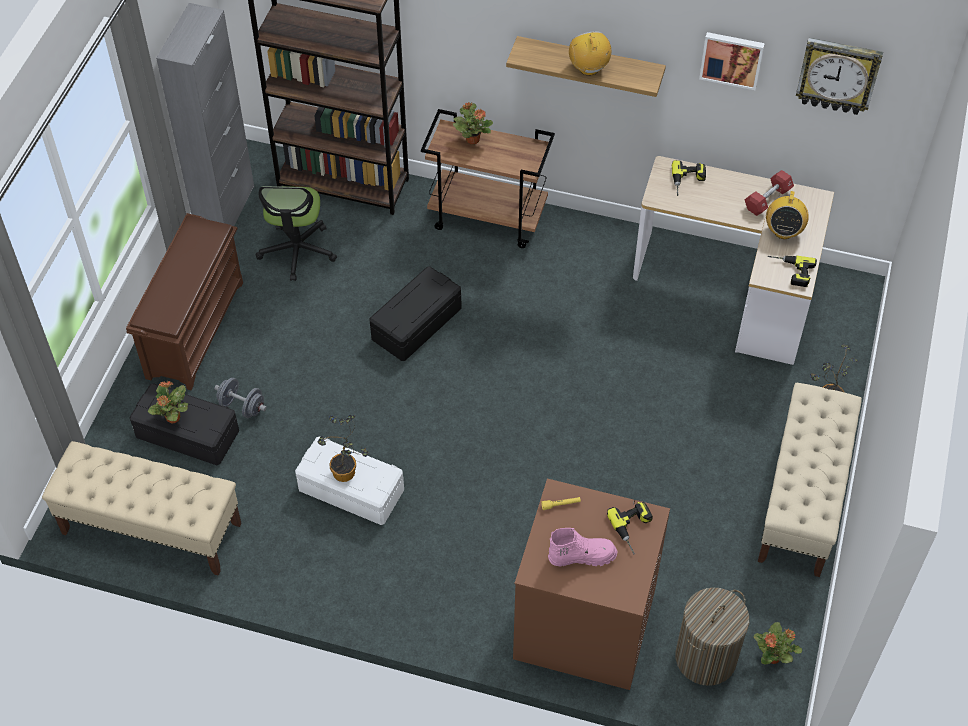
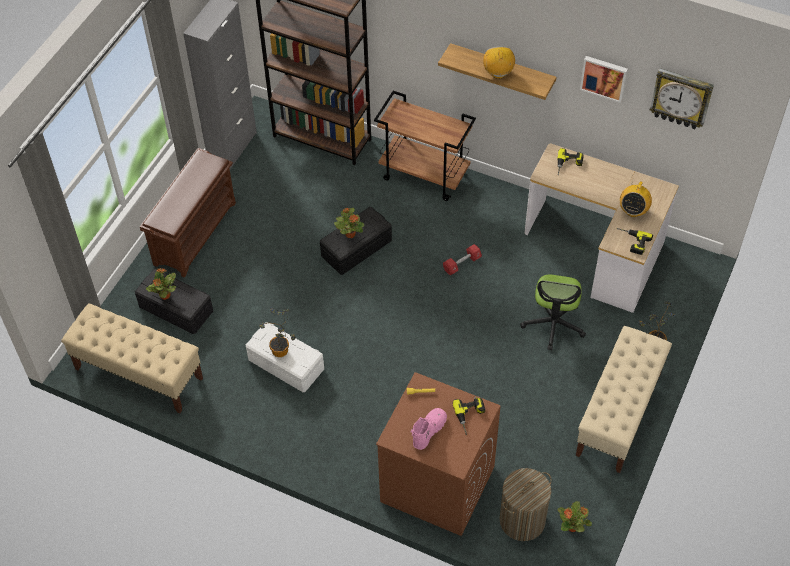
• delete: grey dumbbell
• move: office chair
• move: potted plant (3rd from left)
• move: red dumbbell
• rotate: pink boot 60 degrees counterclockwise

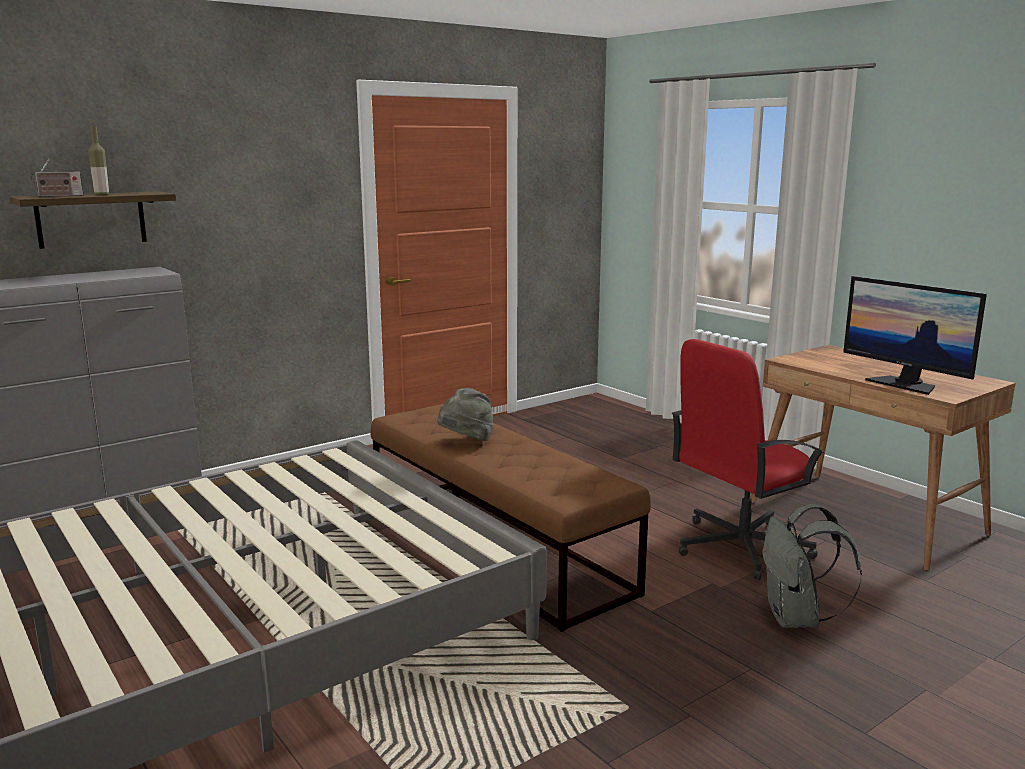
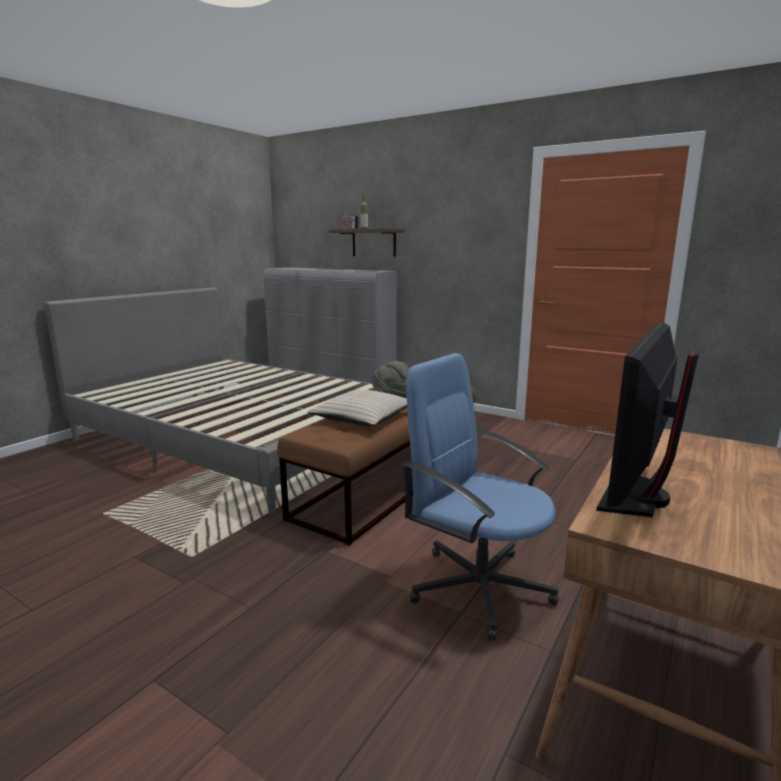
• delete: grey backpack
• insert: beige pillow
• recolor: red office chair to blue office chair

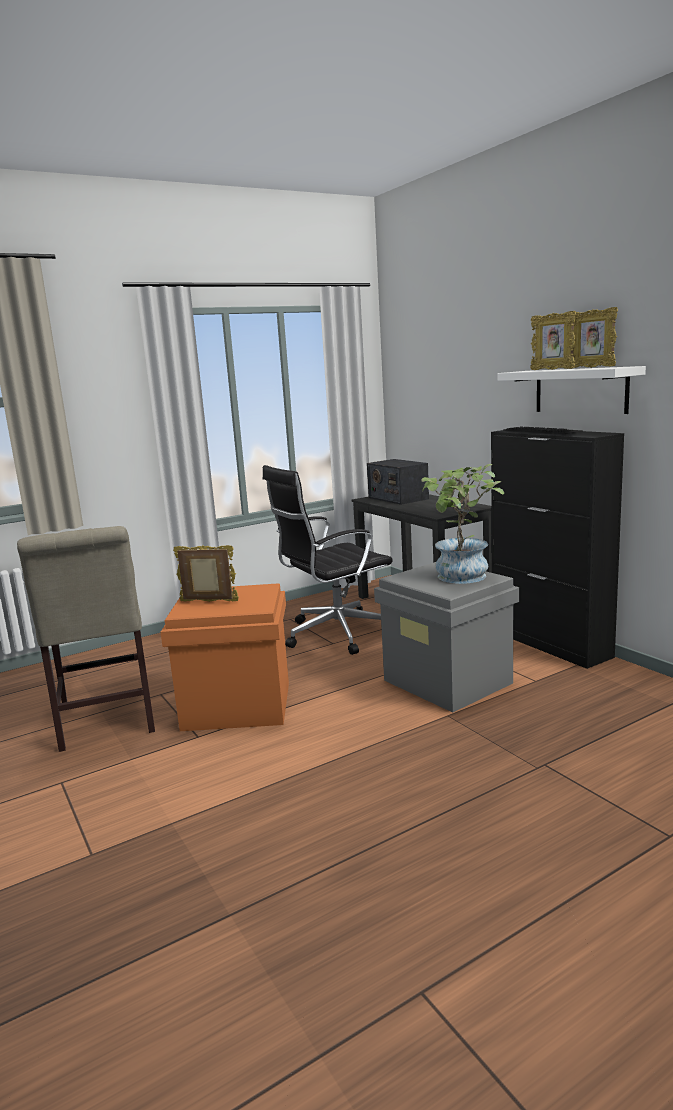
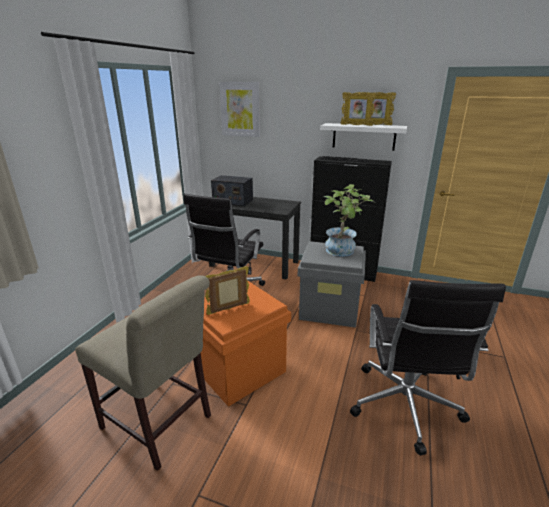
• insert: picture
• insert: black office chair (2nd from left)

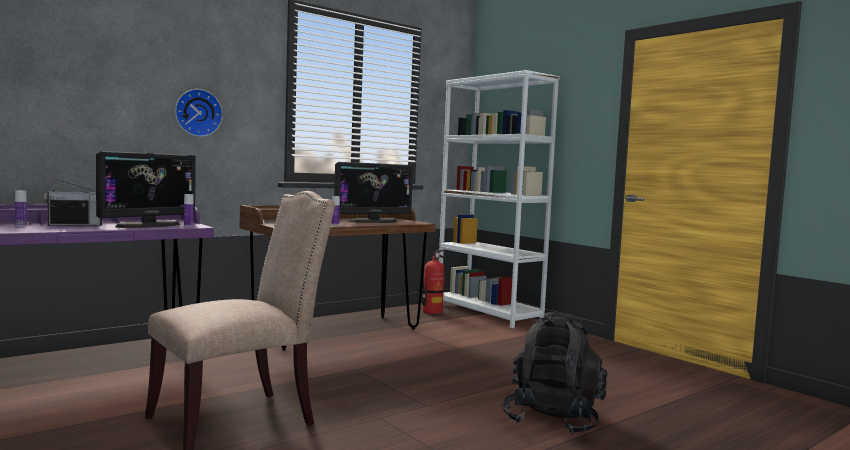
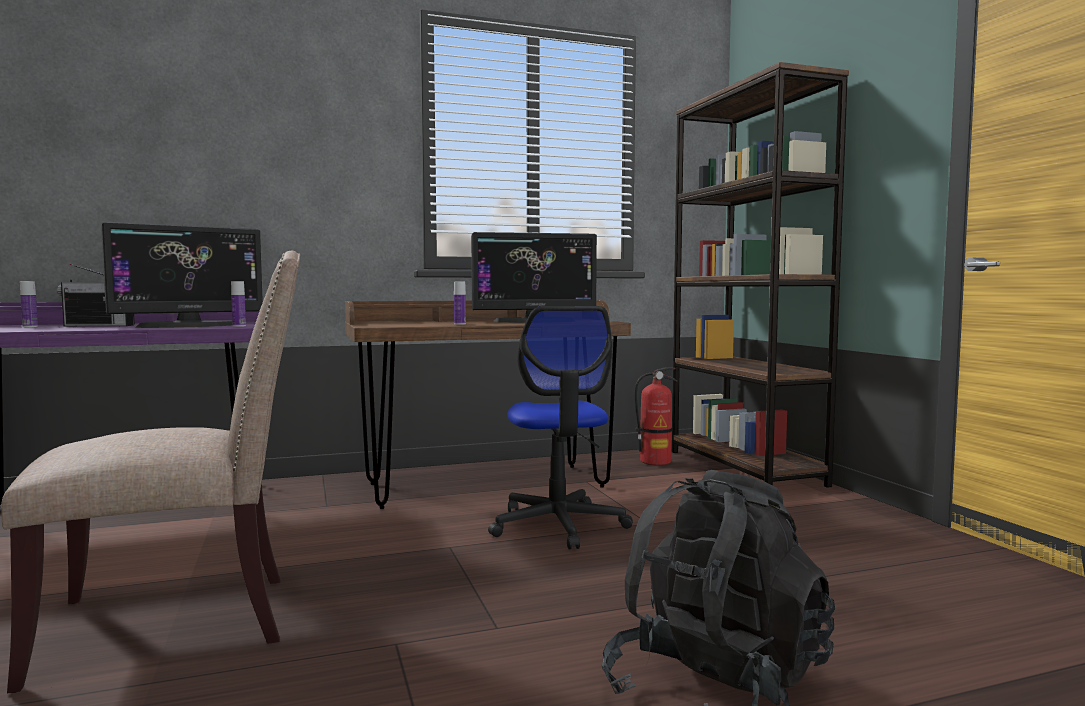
• delete: wall clock
• insert: office chair
• recolor: white bookcase to brown bookcase

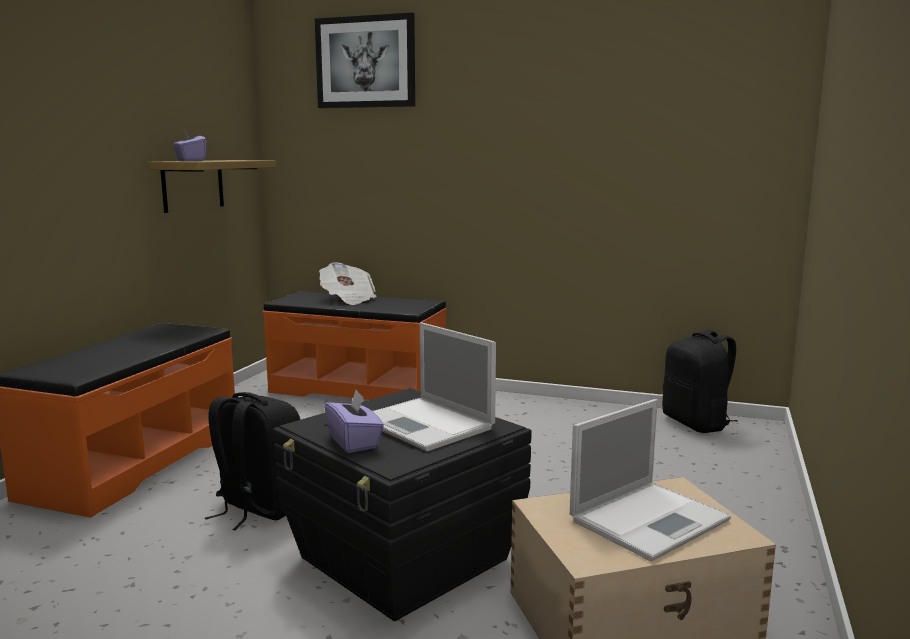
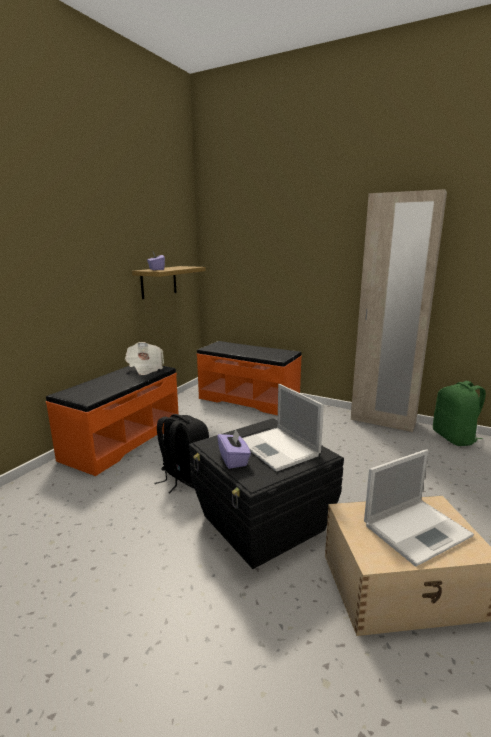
• delete: picture
• insert: beige wardrobe
• move: newspaper
• recolor: black backpack (2nd from left) to green backpack

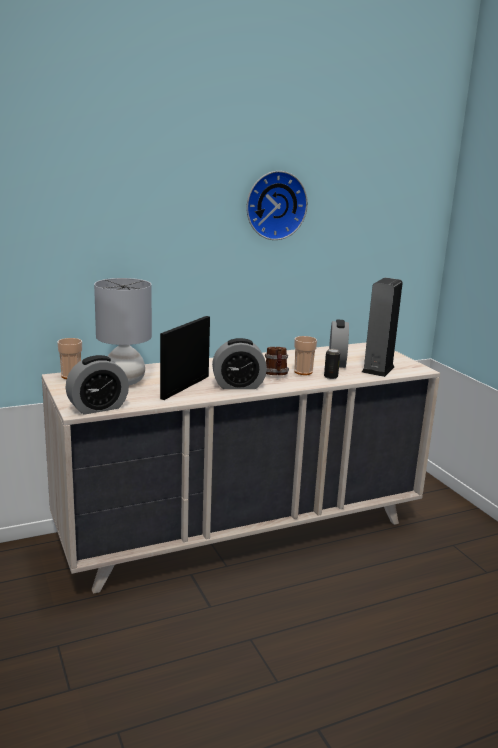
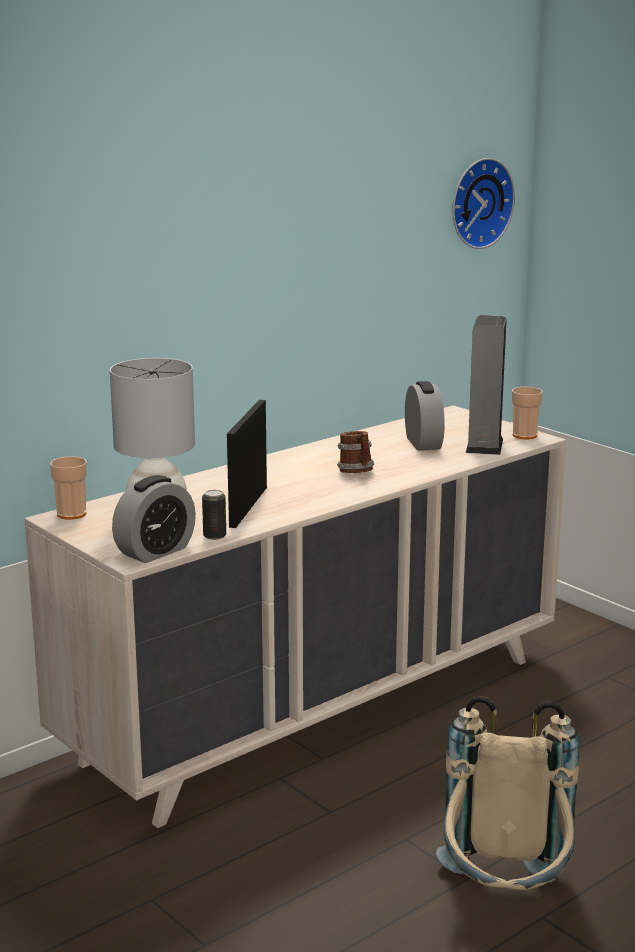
• delete: alarm clock (2nd from left)
• insert: beige backpack
• move: wall clock
• move: cup (2nd from left)
• move: can

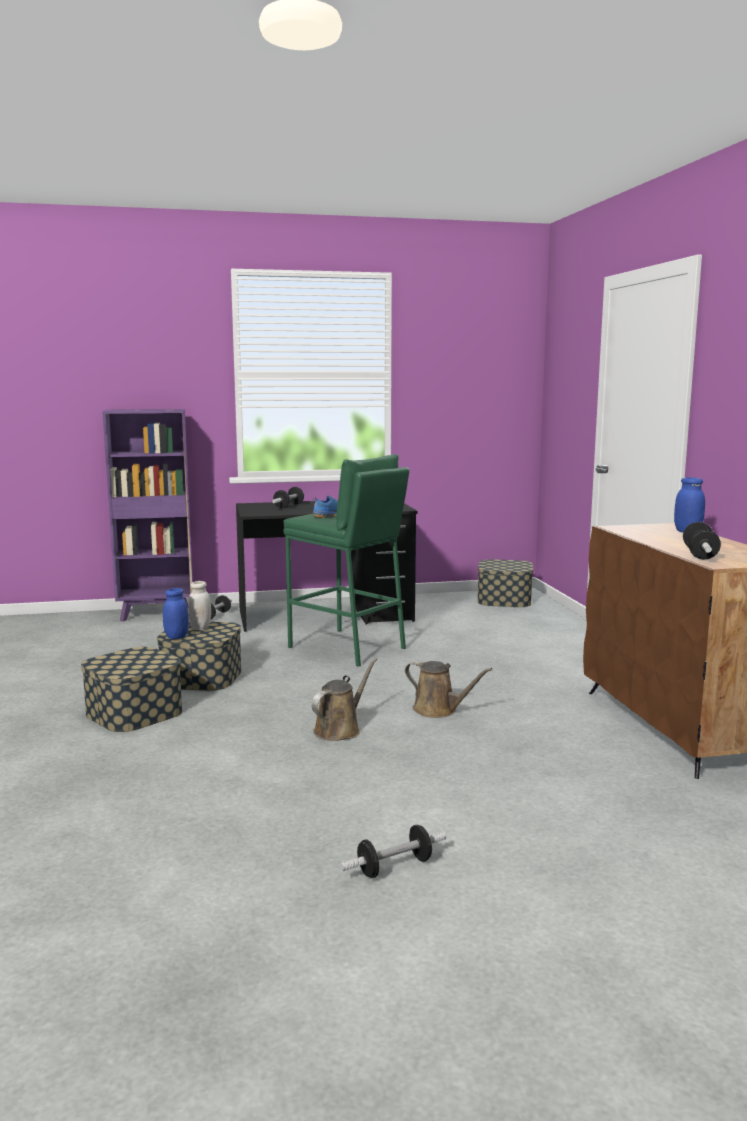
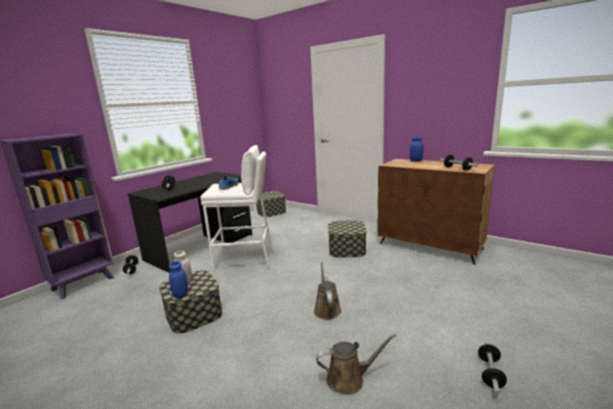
• move: storage box (1st from left in the first image) to storage box (3rd from left)
• move: brown watering can (2nd from left)
• recolor: green stool to white stool

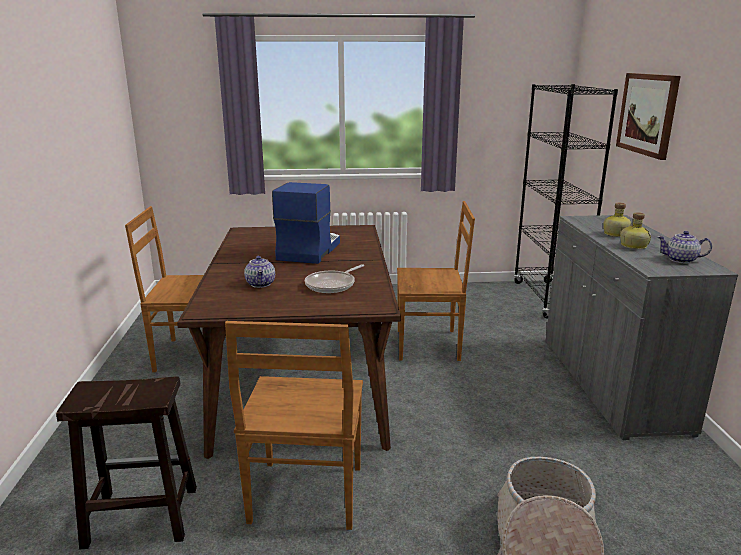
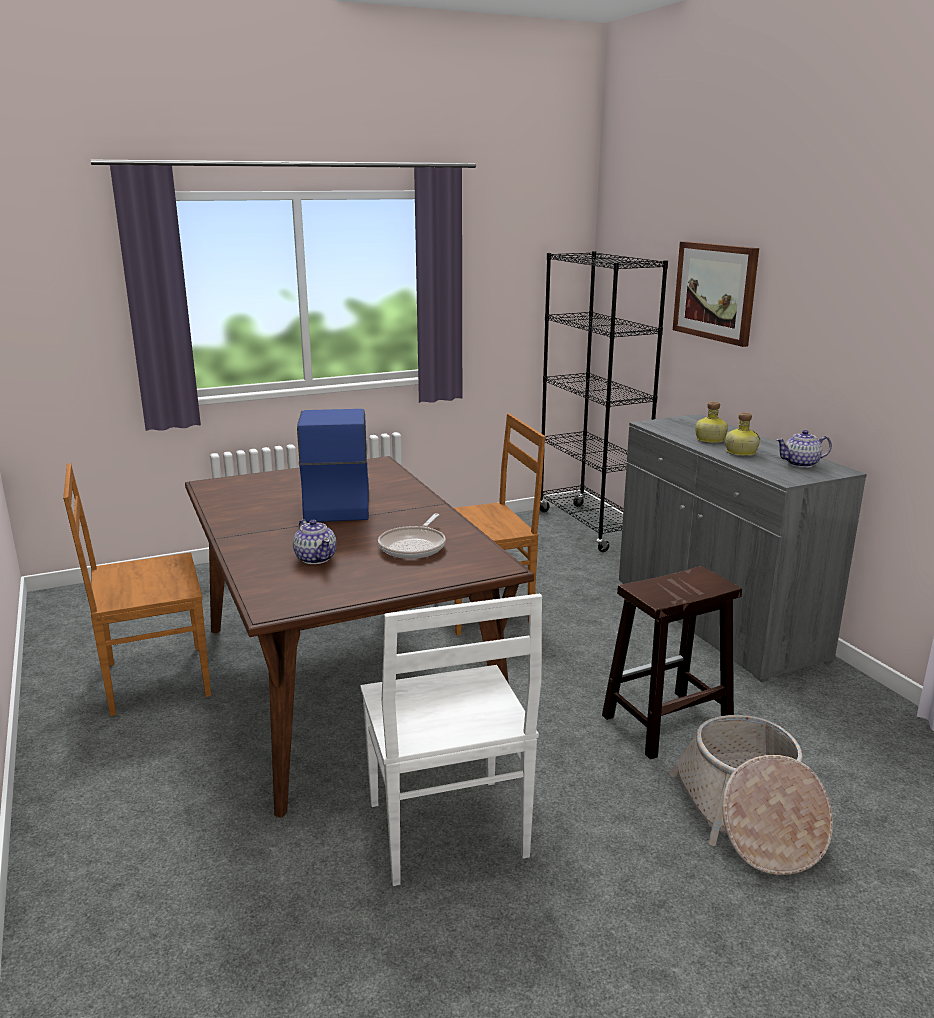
• move: brown stool
• recolor: brown chair (2nd from left) to white chair

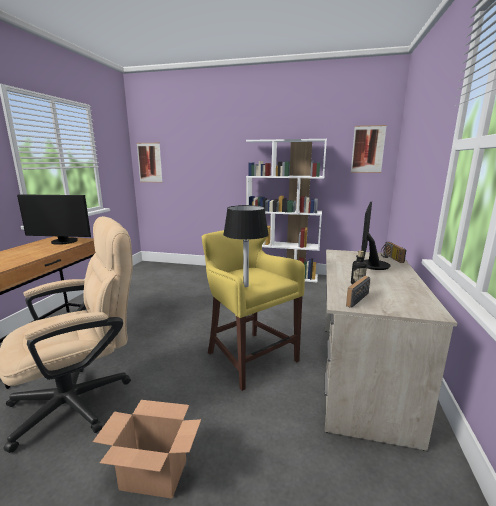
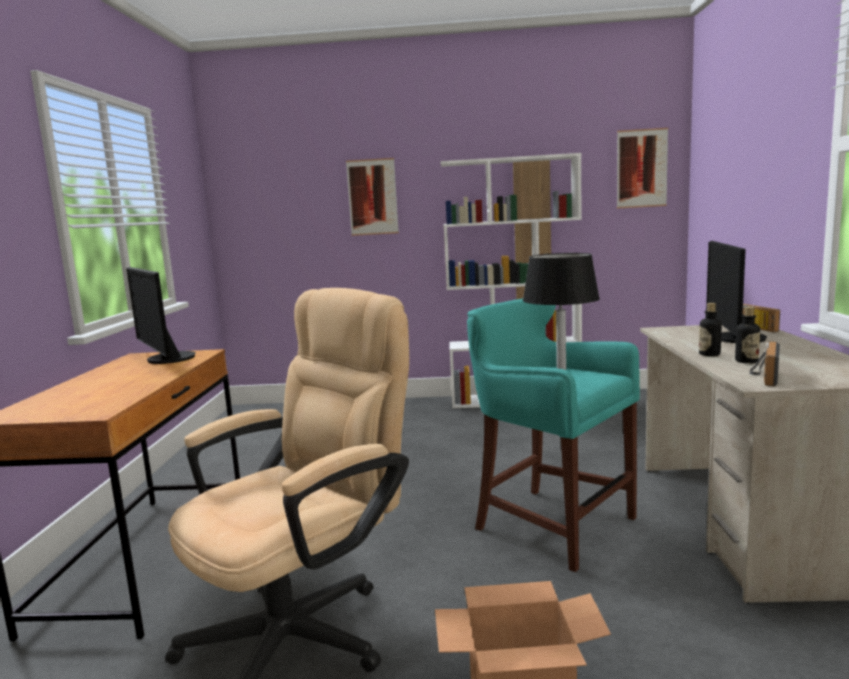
• insert: bottle (1st from left)
• move: picture (1st from left)
• recolor: yellow stool to turquoise stool
• rotate: monitor (1st from left) 60 degrees clockwise

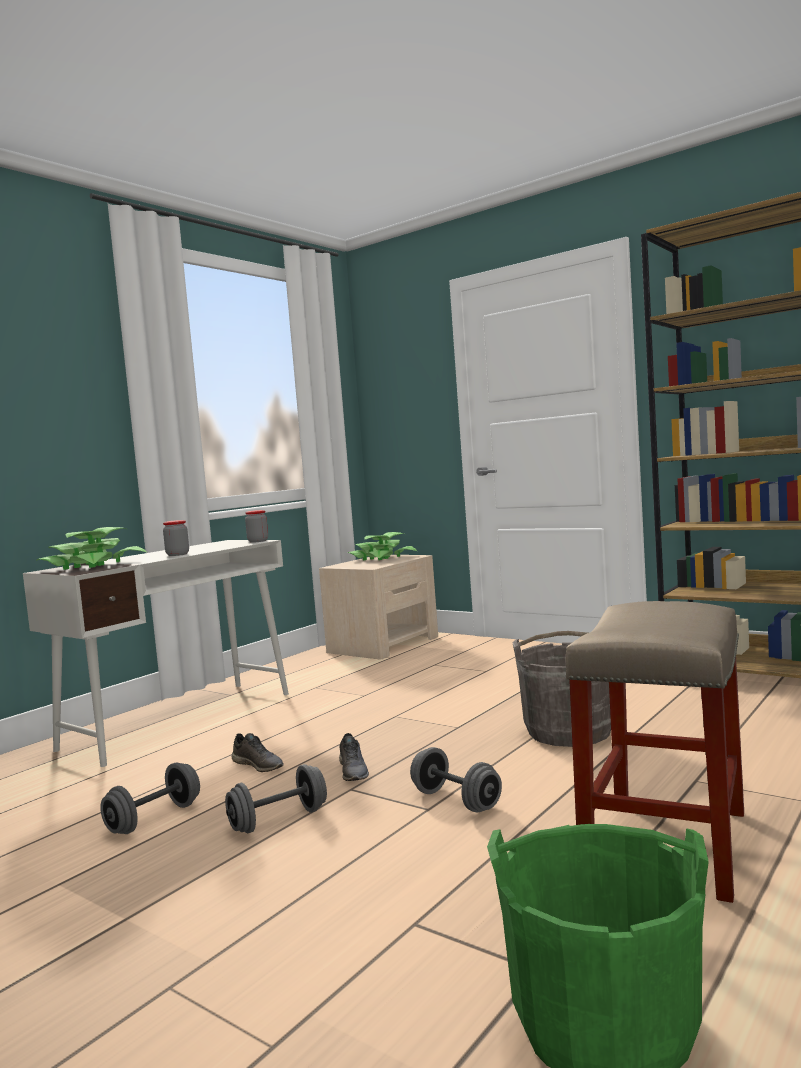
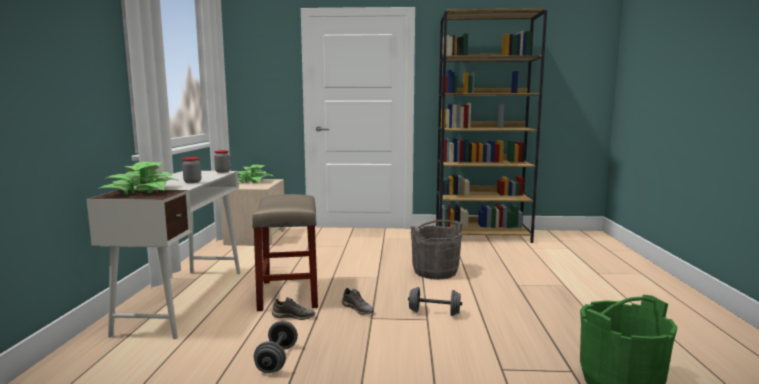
• delete: grey dumbbell (2nd from left)
• move: beige stool

